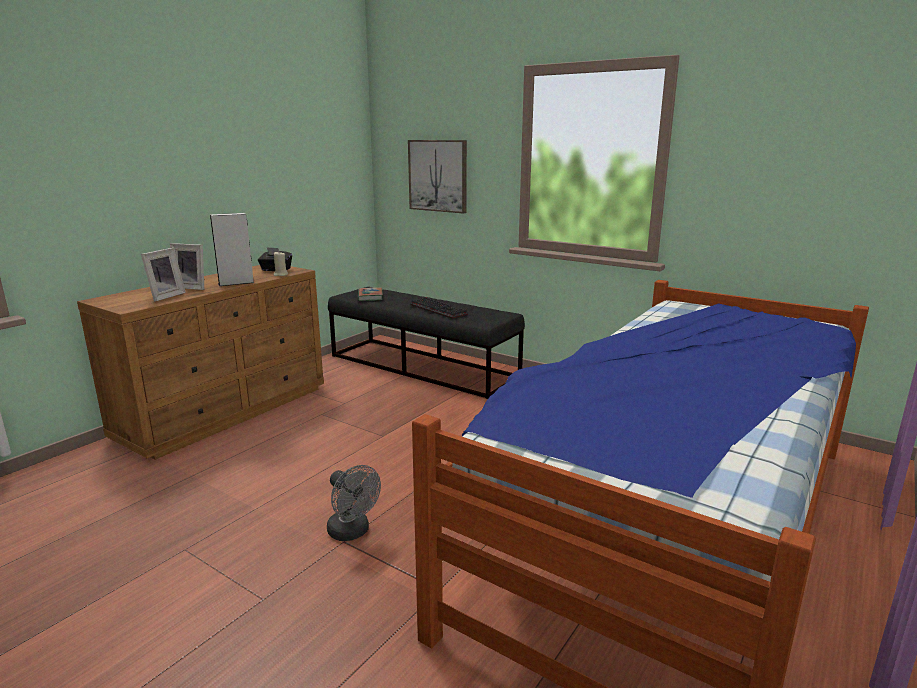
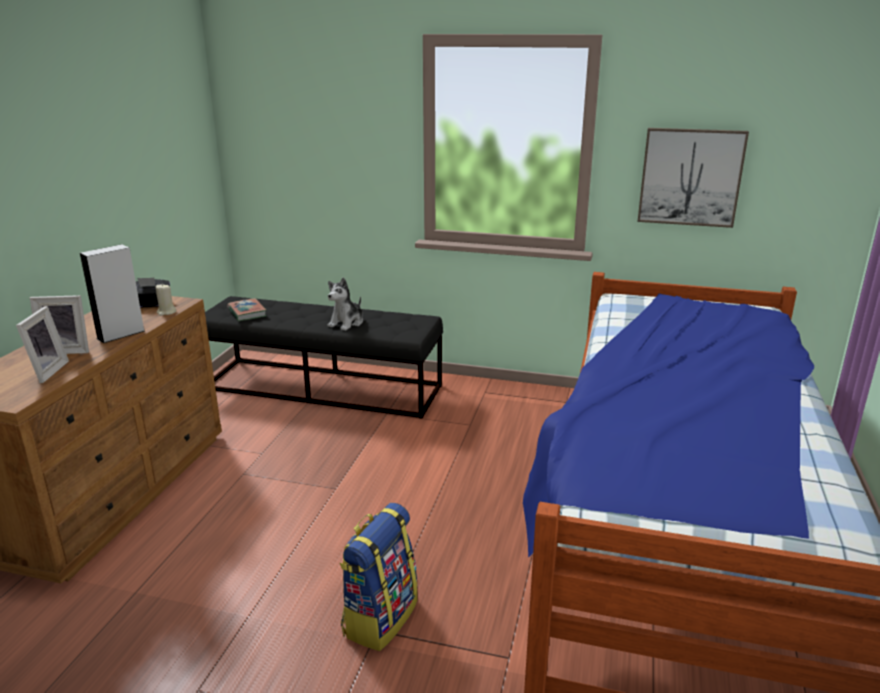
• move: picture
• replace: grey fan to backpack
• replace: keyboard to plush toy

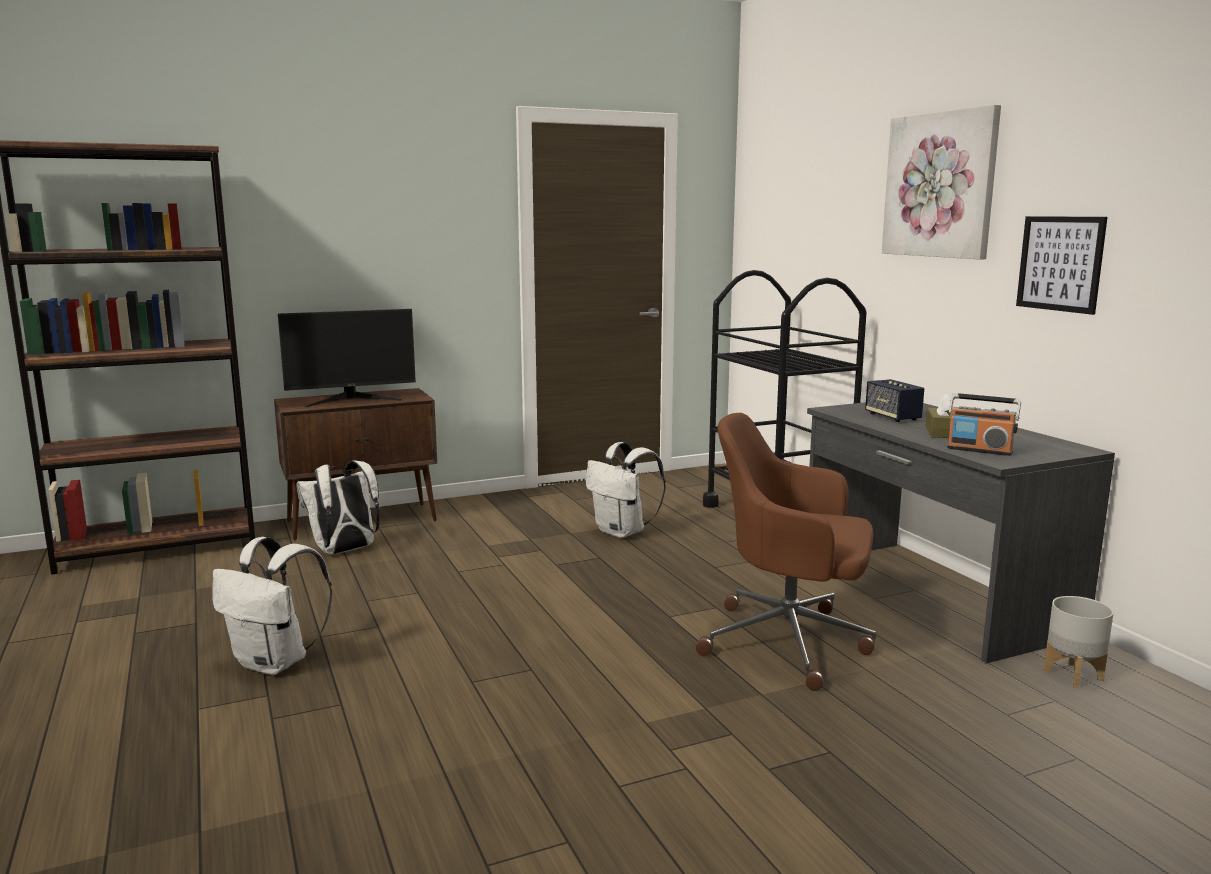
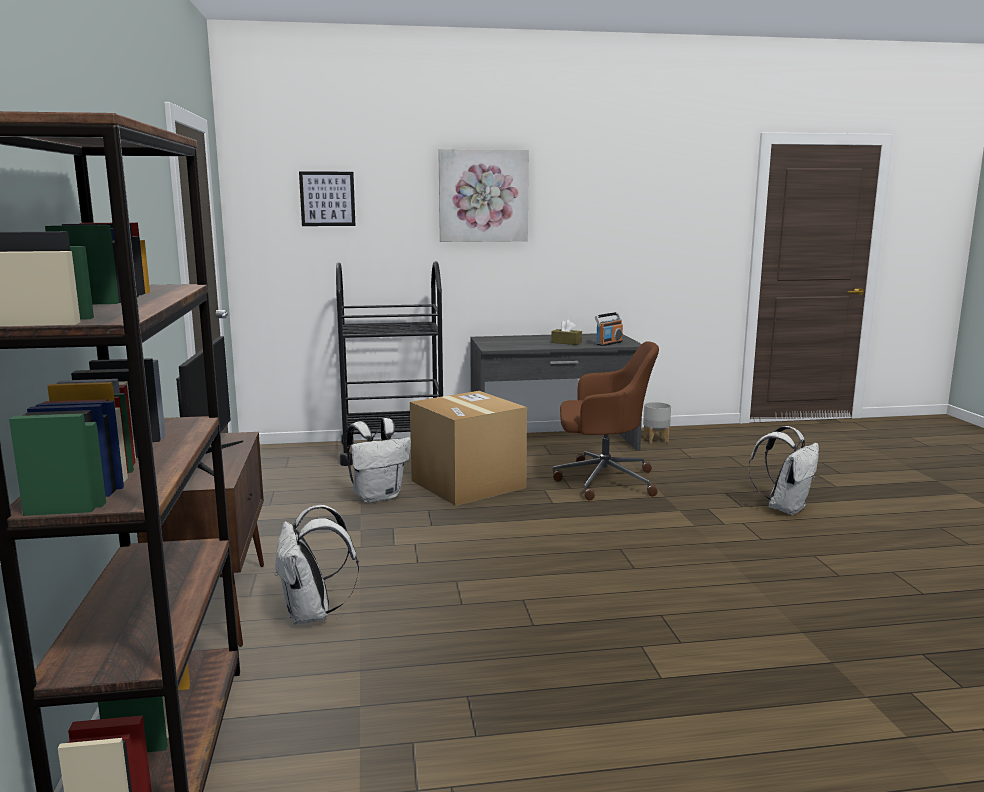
• delete: speaker
• insert: cardboard box
• move: white backpack (1st from left in the first image) to white backpack (3rd from left)
• move: picture (2nd from left in the first image) to picture (1st from left)
• rotate: brown office chair 120 degrees counterclockwise

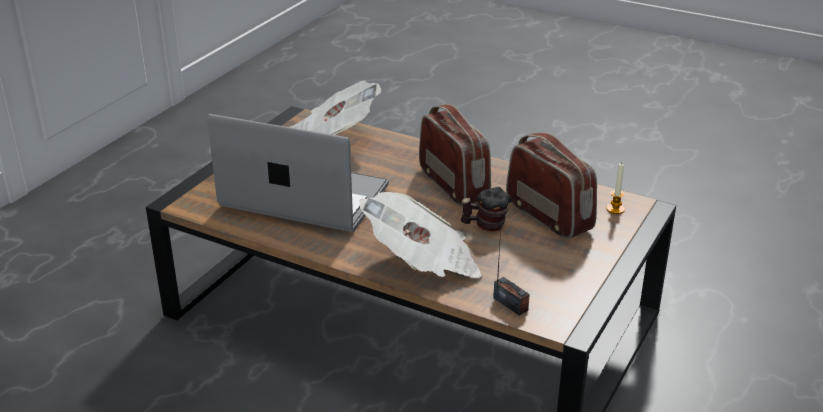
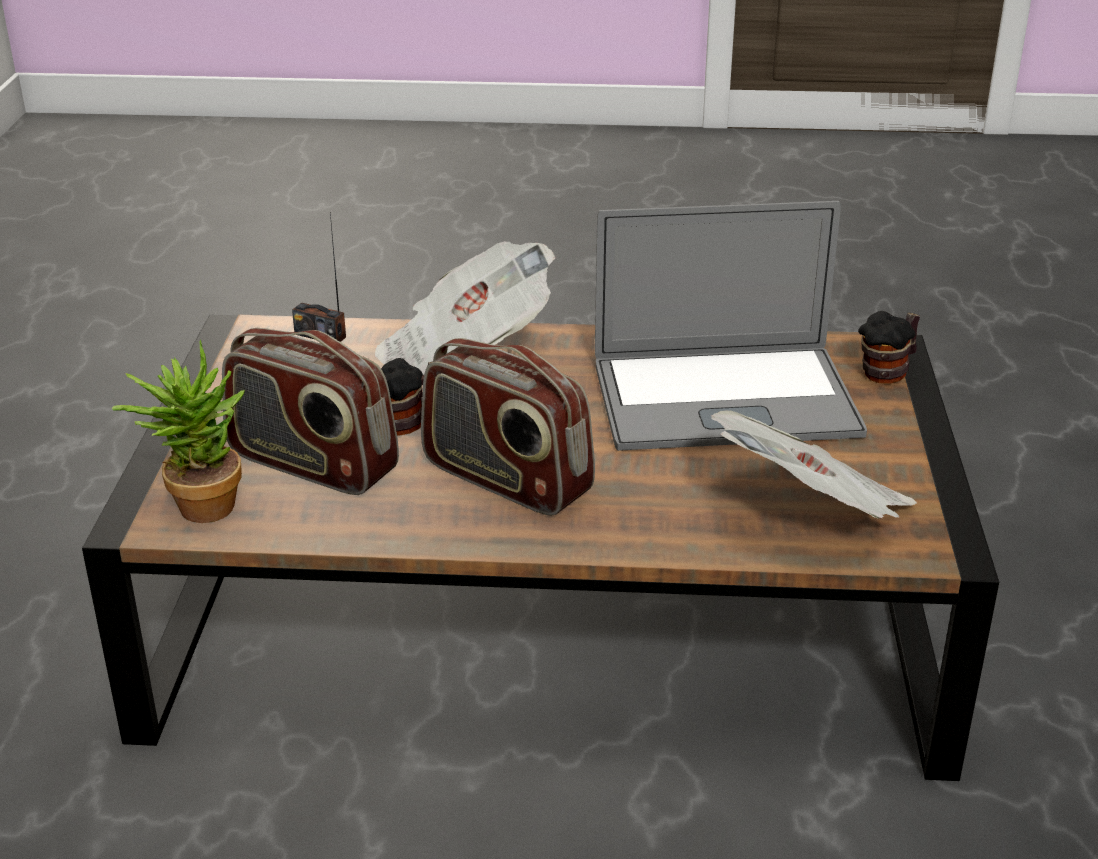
• insert: mug (2nd from left)
• replace: candle to potted plant

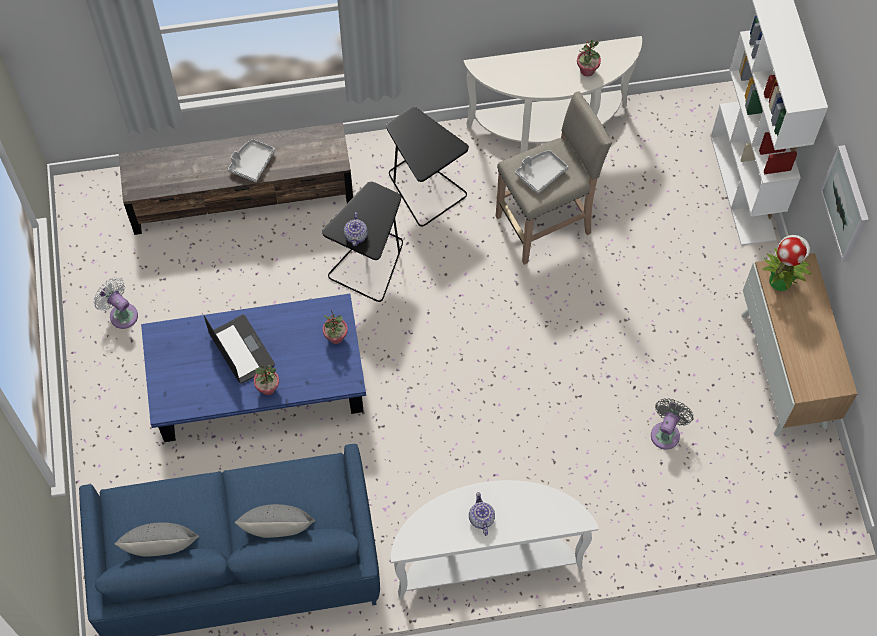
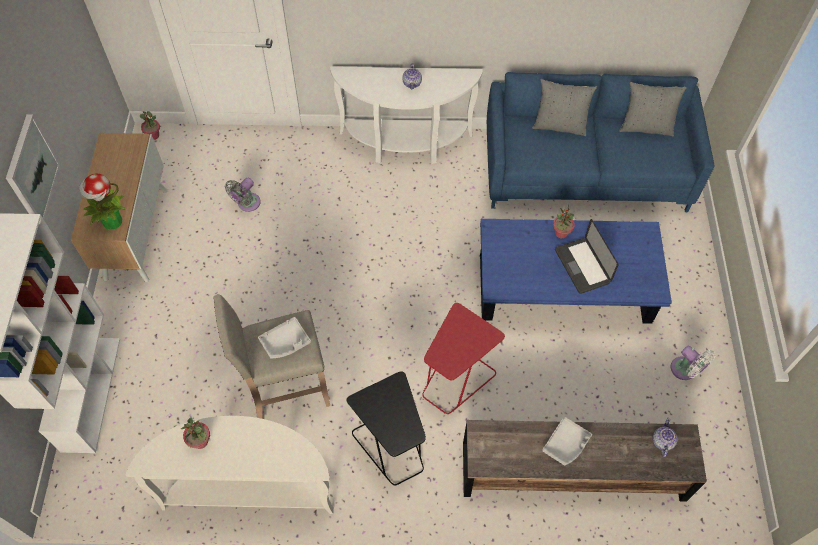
• move: potted plant (2nd from left)
• move: teapot (1st from left in the first image) to teapot (2nd from left)
• recolor: black side table (1st from left) to red side table

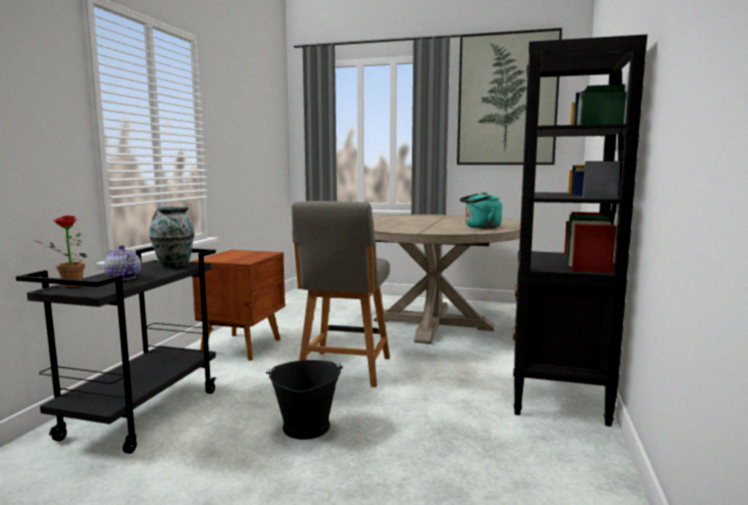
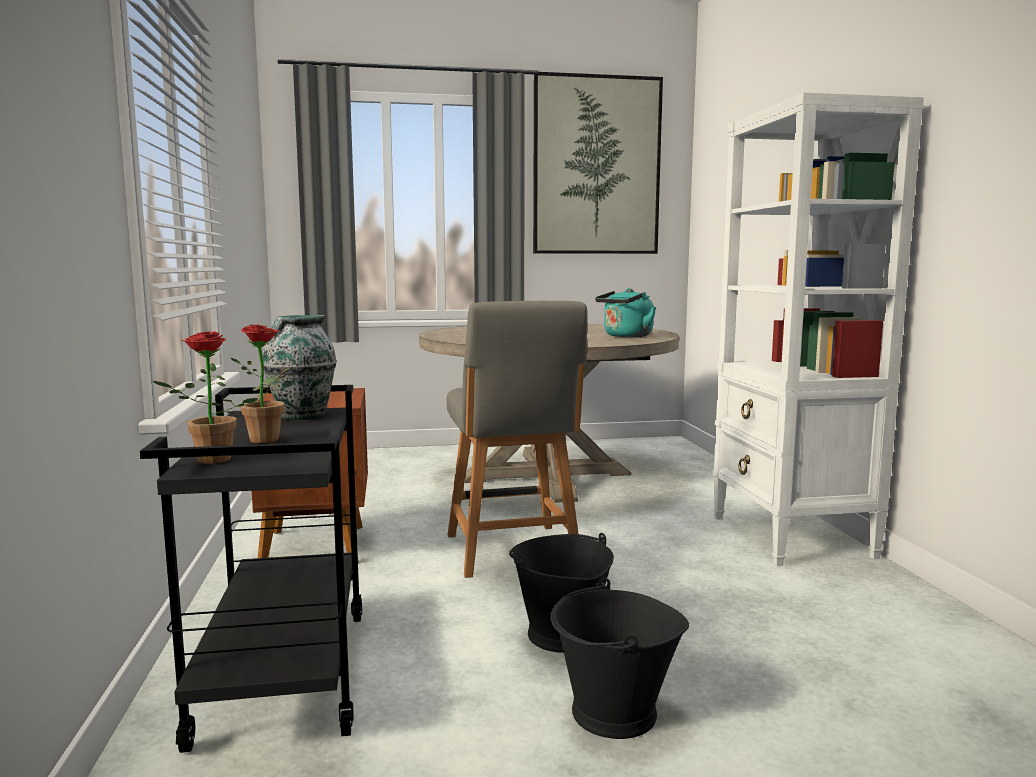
• insert: black bucket (2nd from left)
• replace: teapot to potted plant (2nd from left)
• recolor: black bookcase to white bookcase

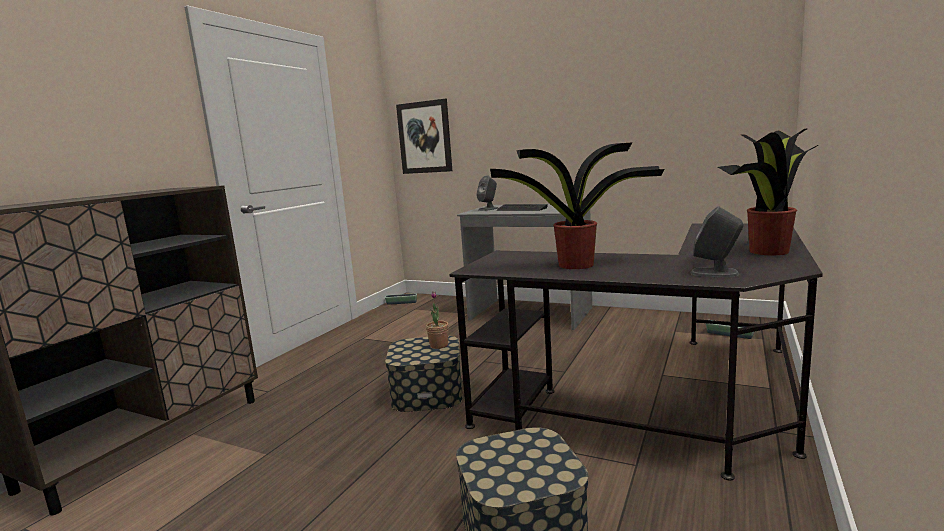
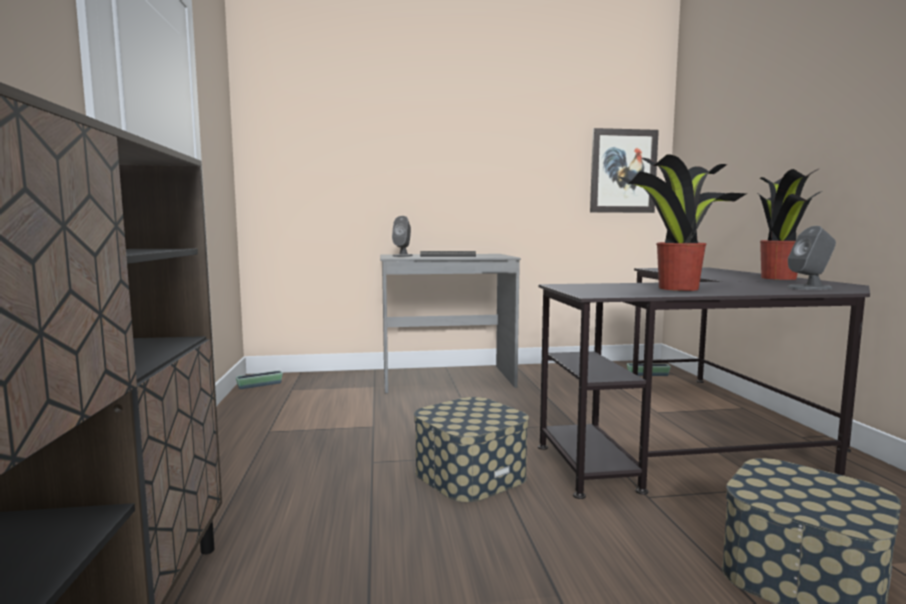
• delete: potted plant (1st from left)
• move: picture

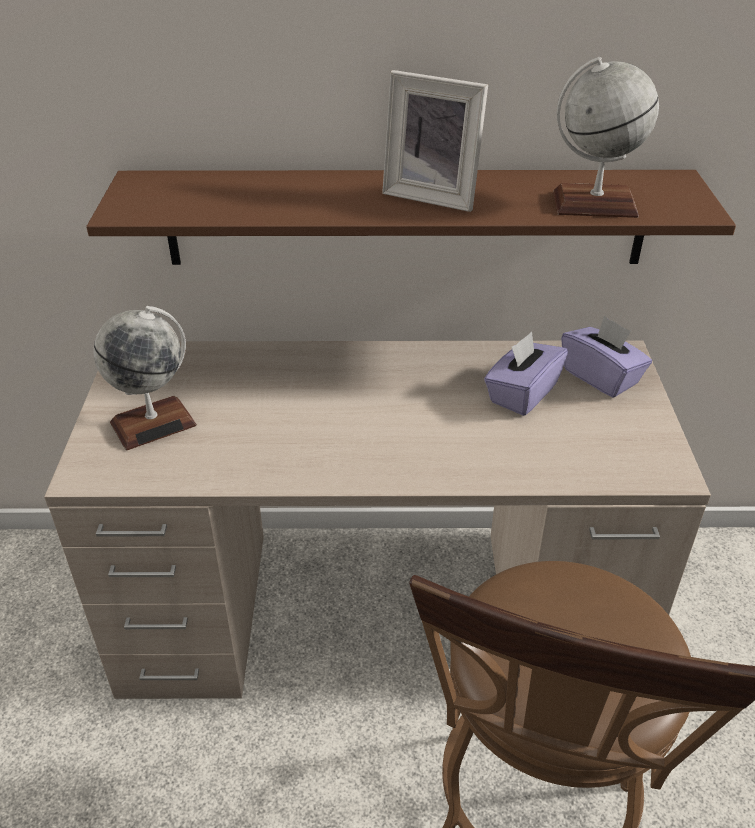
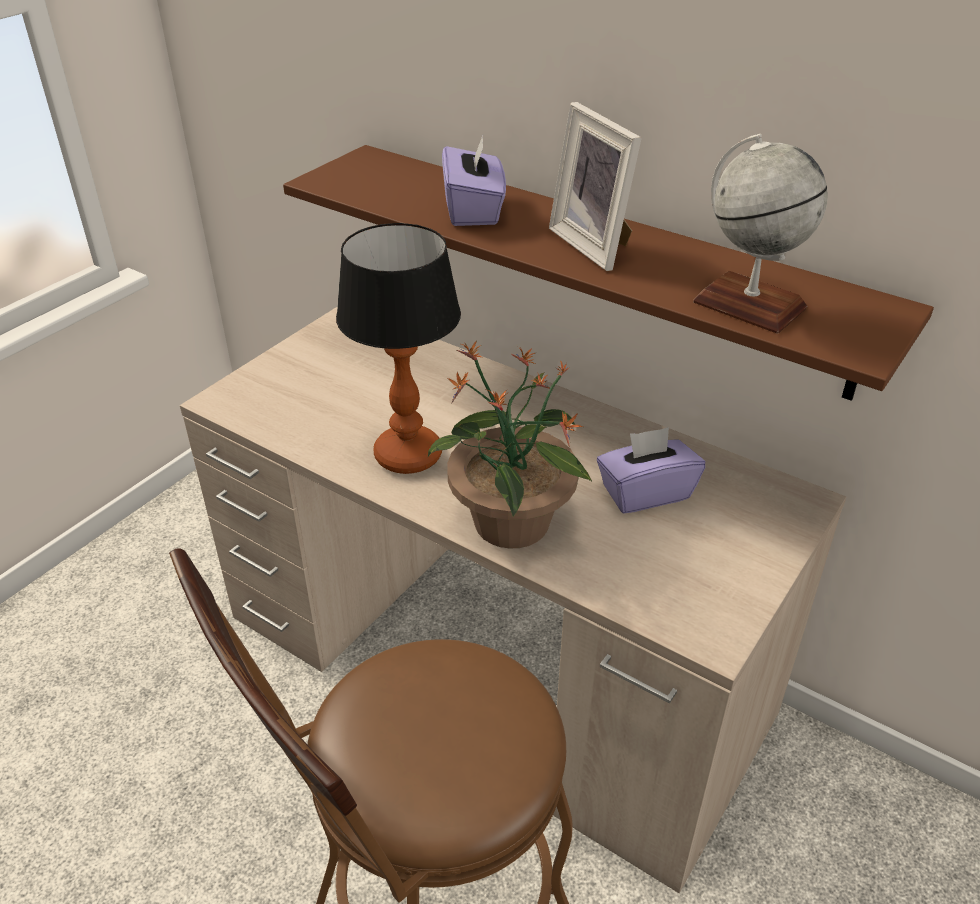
• delete: globe (1st from left)
• insert: table lamp
• insert: potted plant
• move: purple tissue box (2nd from left in the first image) to purple tissue box (1st from left)

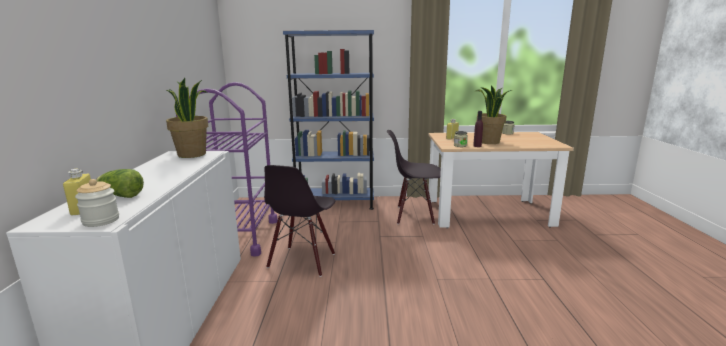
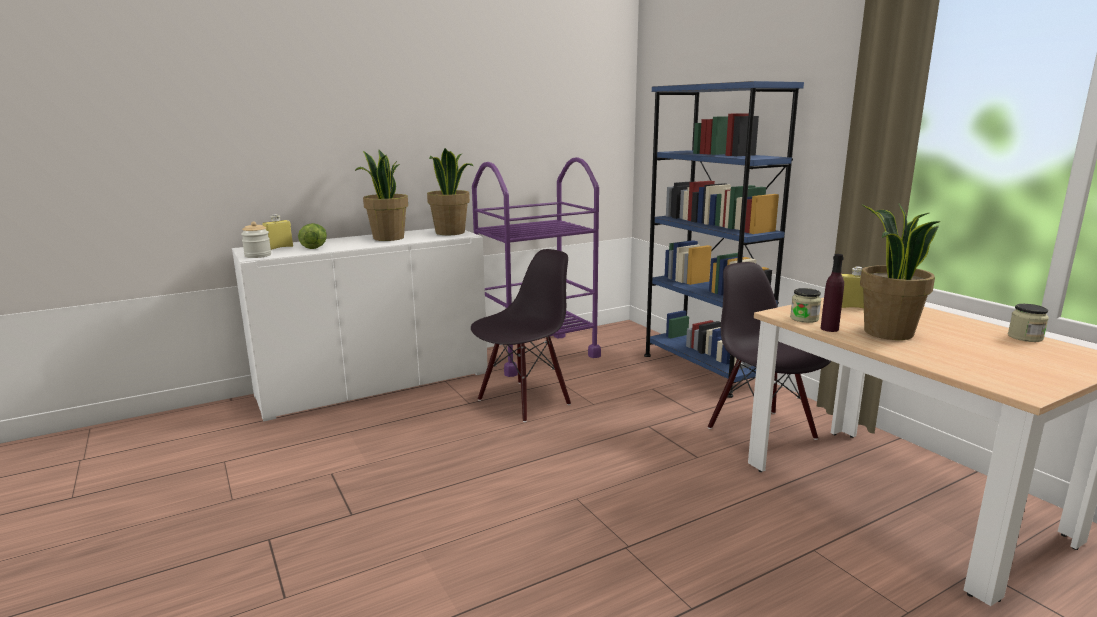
• insert: potted plant (1st from left)
• rotate: black chair (1st from left) 150 degrees clockwise

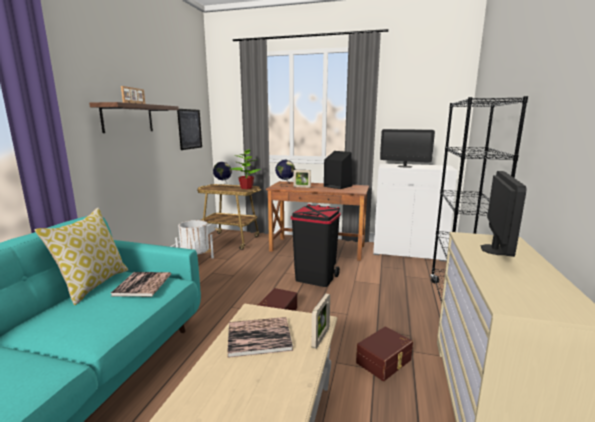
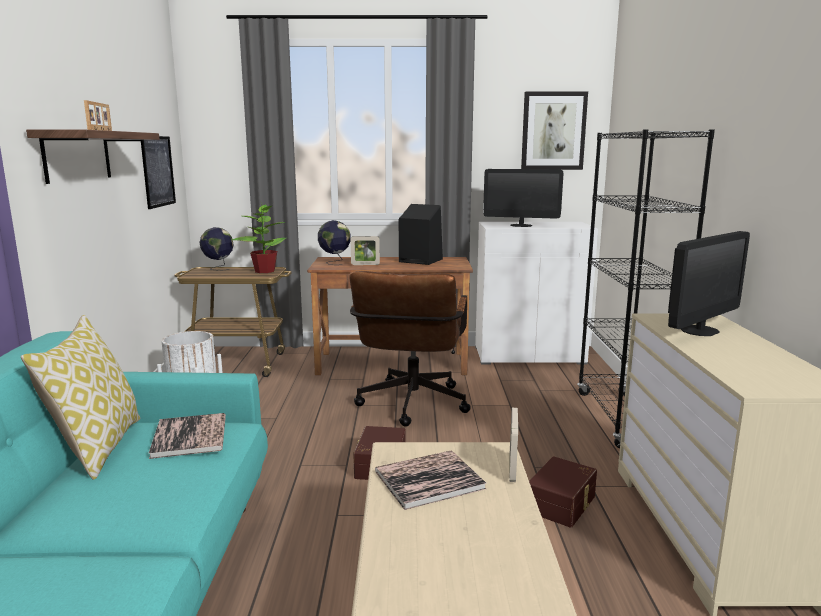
• insert: picture (2nd from left)
• replace: black trash can to brown office chair
• rotate: monitor (2nd from left) 45 degrees clockwise

